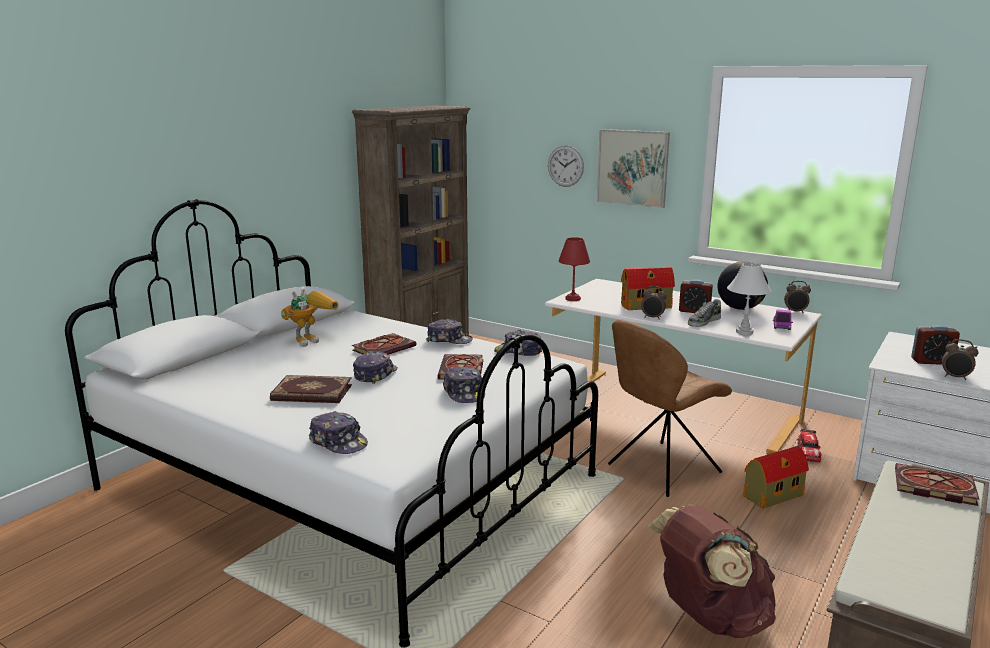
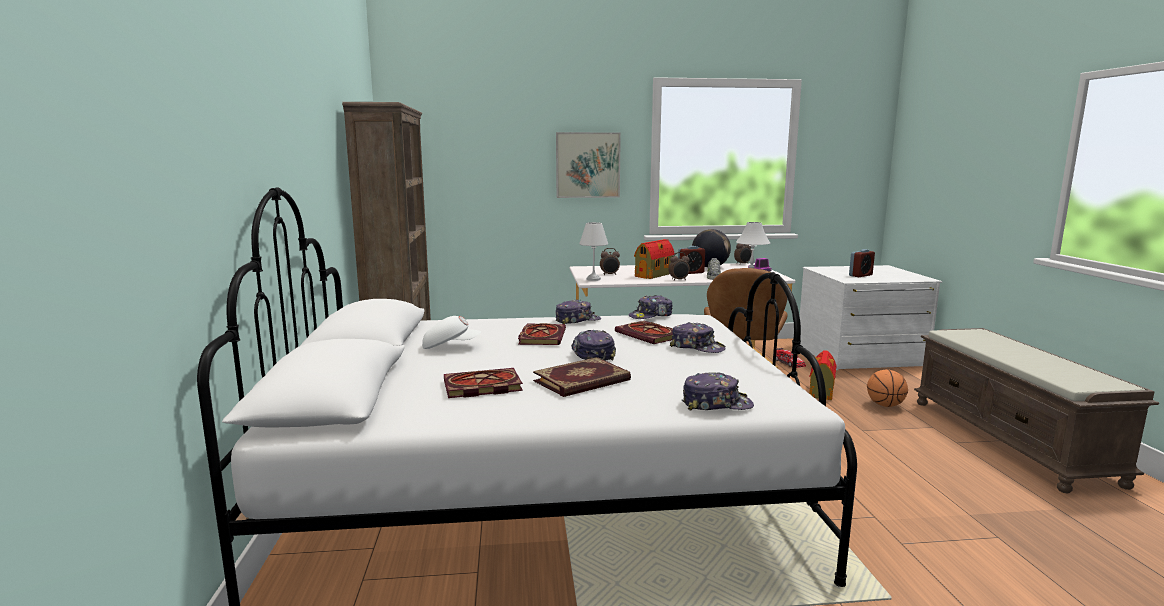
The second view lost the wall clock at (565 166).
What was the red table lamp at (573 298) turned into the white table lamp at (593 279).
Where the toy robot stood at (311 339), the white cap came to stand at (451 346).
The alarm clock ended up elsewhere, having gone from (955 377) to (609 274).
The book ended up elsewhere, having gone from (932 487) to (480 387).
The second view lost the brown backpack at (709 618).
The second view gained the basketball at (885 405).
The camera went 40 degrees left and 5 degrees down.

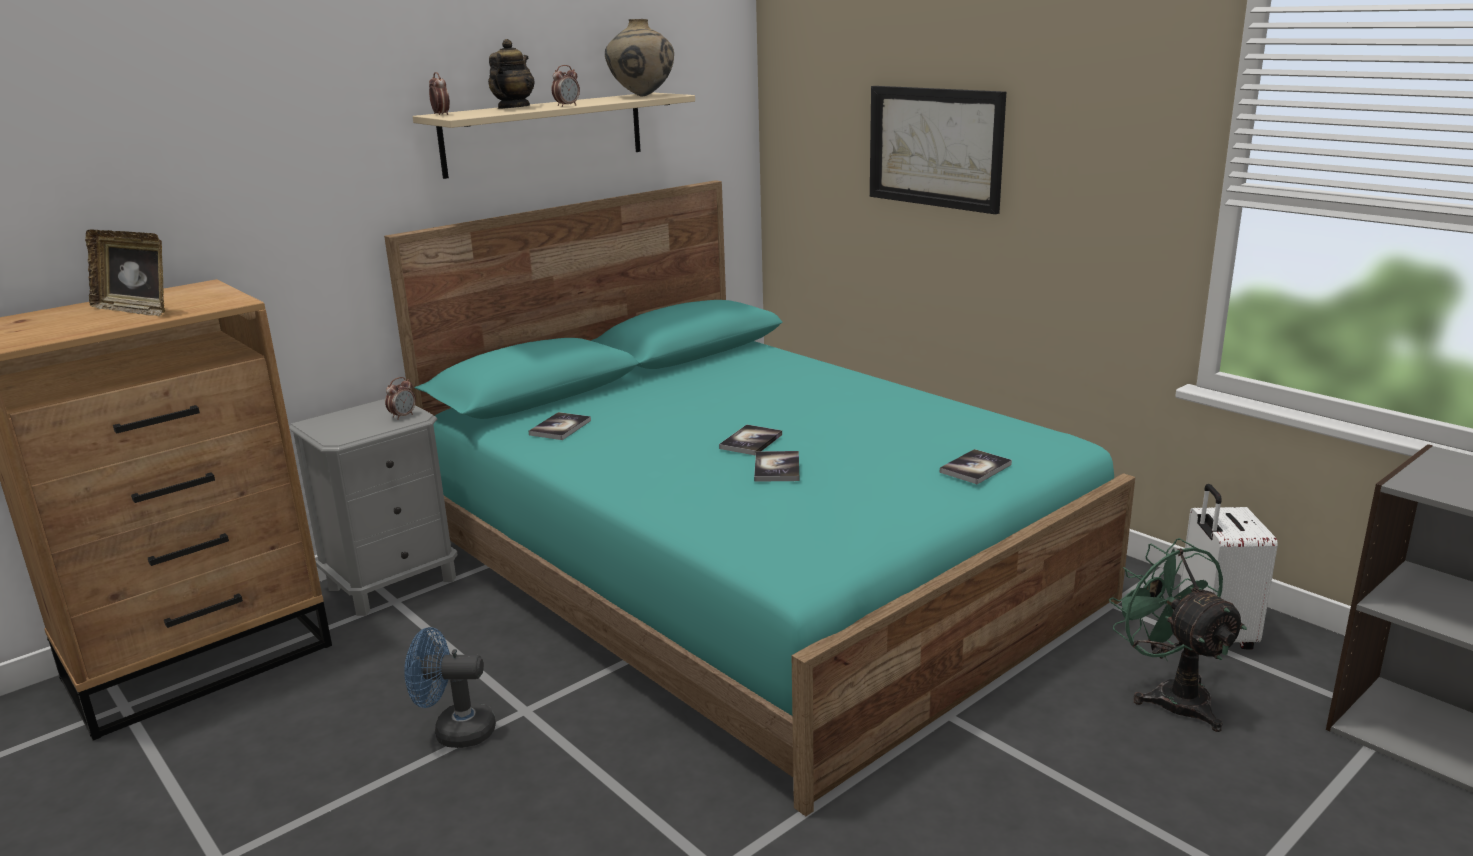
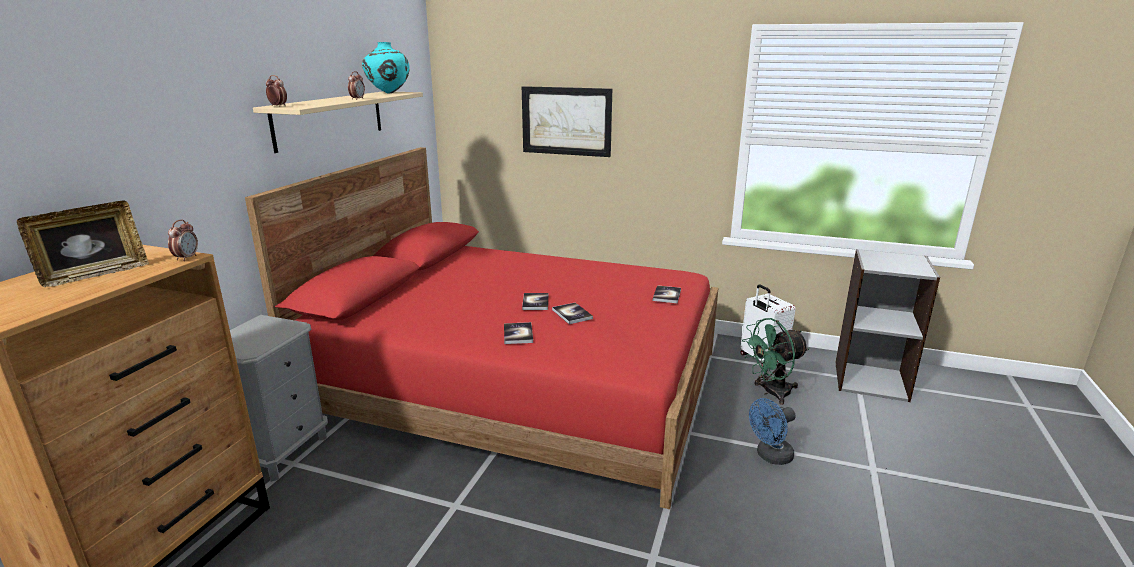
What was the beige vase at (641 96) turned into the turquoise vase at (388 93).
The second view lost the teapot at (513 108).
What was the turquoise bed at (753 571) turned into the red bed at (519 383).
The picture frame at (136 310) ended up facing another way, 45 degrees counterclockwise from before.
The alarm clock ended up elsewhere, having gone from (403 416) to (186 258).
The book ended up elsewhere, having gone from (560 428) to (518 334).
The green fan at (1171 695) ended up facing another way, 60 degrees counterclockwise from before.
The blue fan ended up elsewhere, having gone from (455 731) to (770 456).
The camera went 30 degrees left and 0 degrees up.

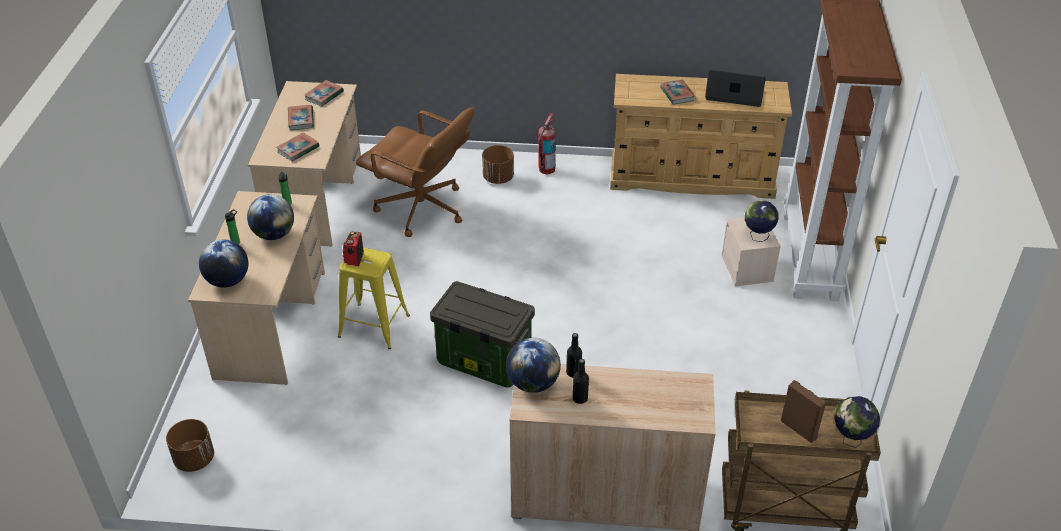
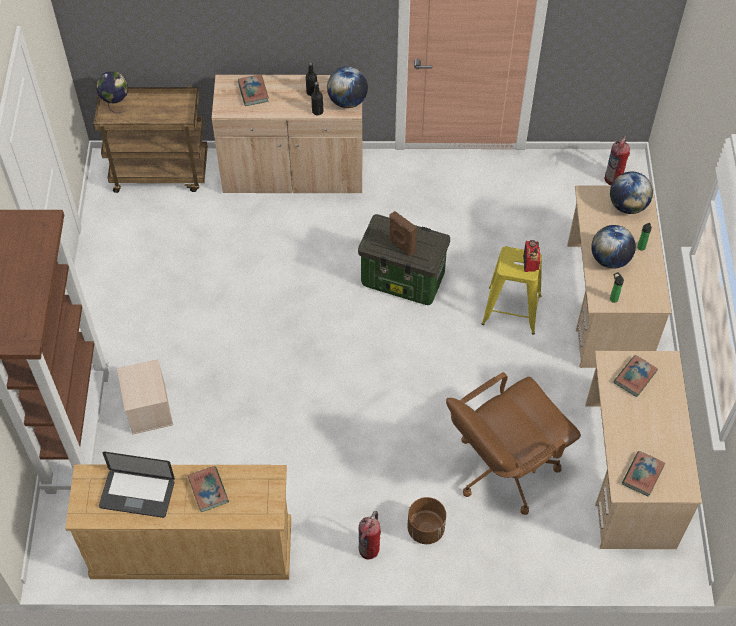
The book ended up elsewhere, having gone from (301 119) to (253 92).
The brown office chair at (422 209) ended up facing another way, 60 degrees counterclockwise from before.
The second view lost the globe at (757 236).
The brown speaker ended up elsewhere, having gone from (799 428) to (401 246).
Where the brown planter stood at (194 459), the fire extinguisher came to stand at (613 179).
The camera went 175 degrees right and 15 degrees up.

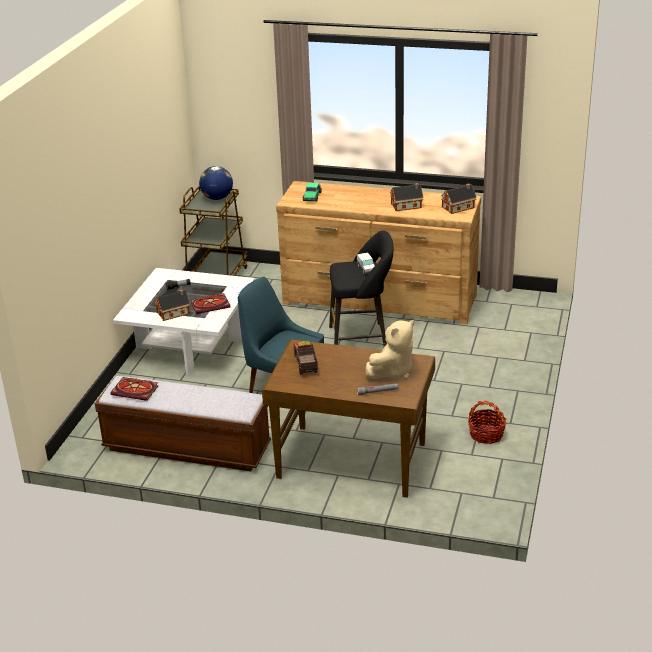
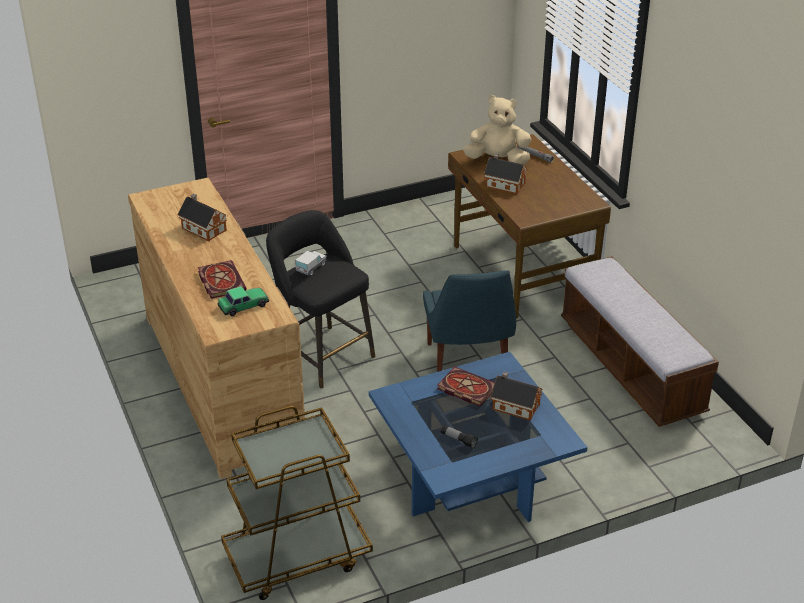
The second view lost the globe at (217 198).
The toy house ended up elsewhere, having gone from (459 207) to (503 184).
What was the white coffee table at (190 344) turned into the blue coffee table at (472 477).
The second view lost the toy truck at (305 364).
The book ended up elsewhere, having gone from (136 390) to (220 281).
The second view lost the basket at (486 434).
The camera went 130 degrees left and 5 degrees up.

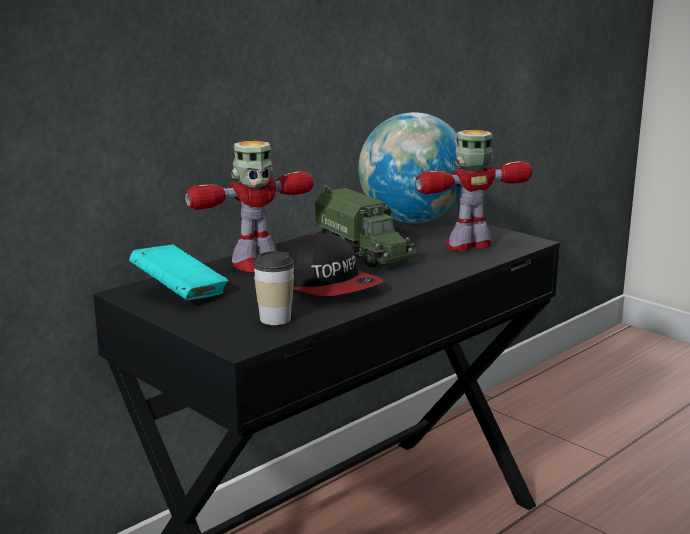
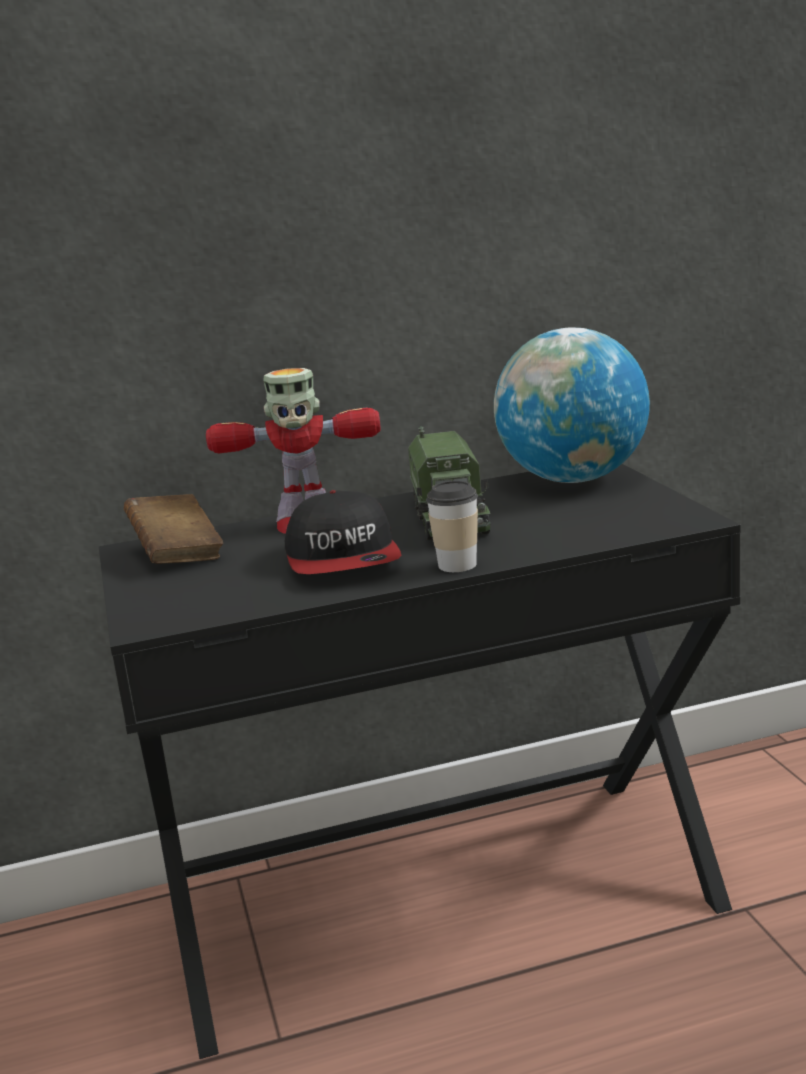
The second view lost the toy robot at (469 245).
What was the turquoise book at (180 293) turned into the brown book at (177 554).
The cup ended up elsewhere, having gone from (275 319) to (457 565).
The camera went 30 degrees right and 0 degrees up.

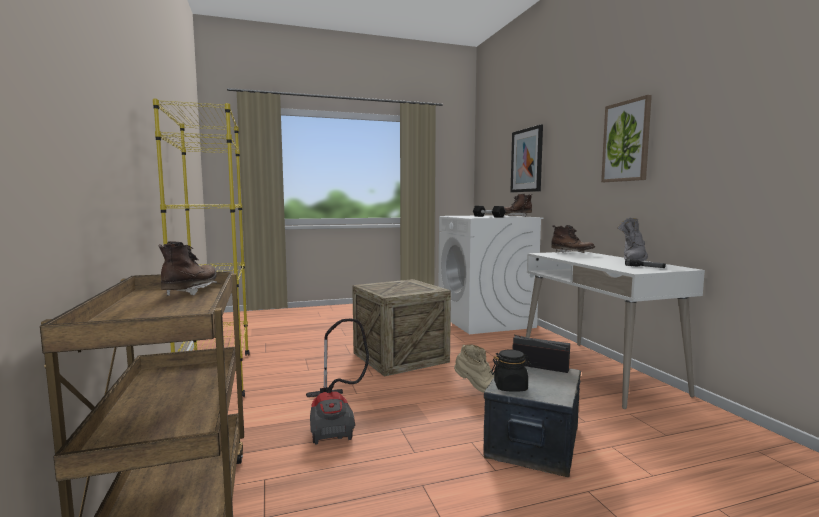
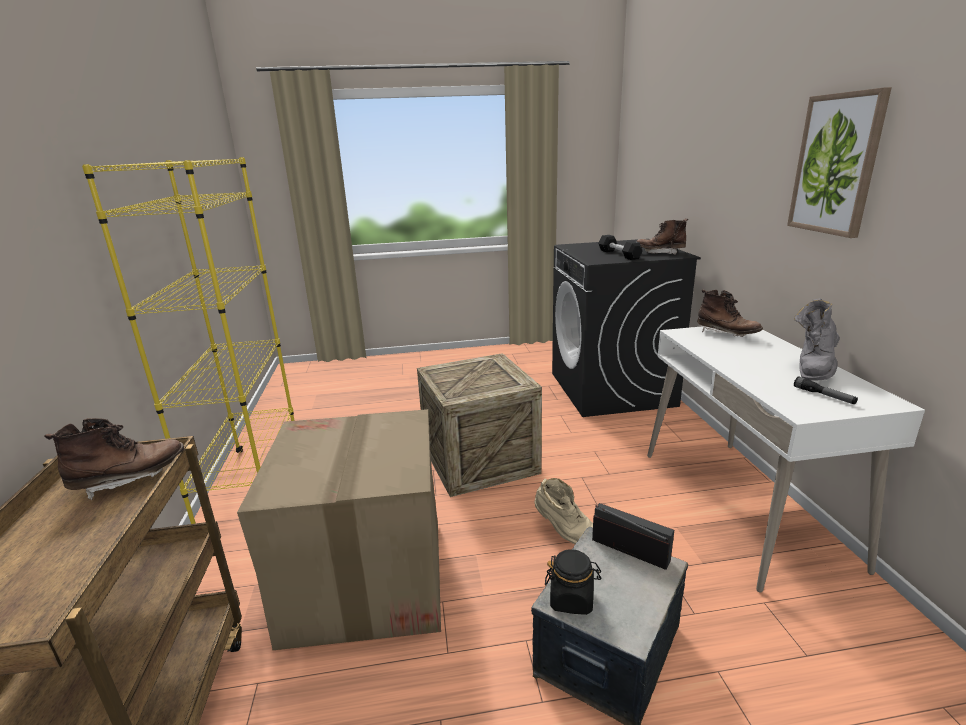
The second view lost the picture at (527 160).
What was the white washing machine at (485 321) turned into the black washing machine at (612 389).
The brown boot at (191 292) ended up facing another way, 45 degrees clockwise from before.
Where the vacuum cleaner stood at (334 420), the cardboard box came to stand at (366 580).
The camera went 10 degrees right and 15 degrees up.

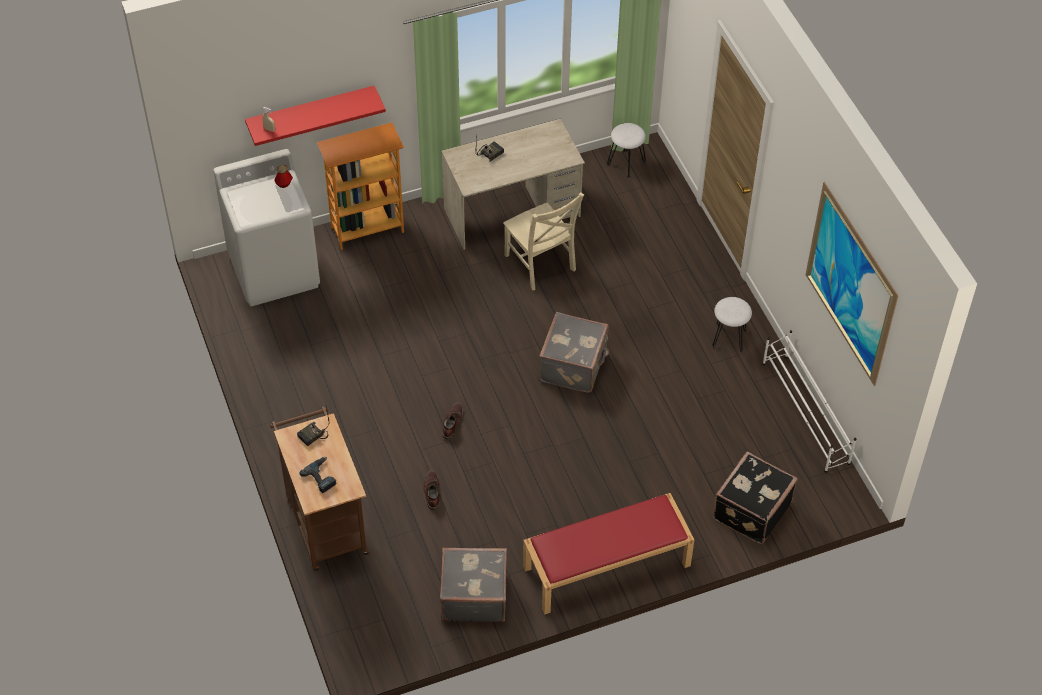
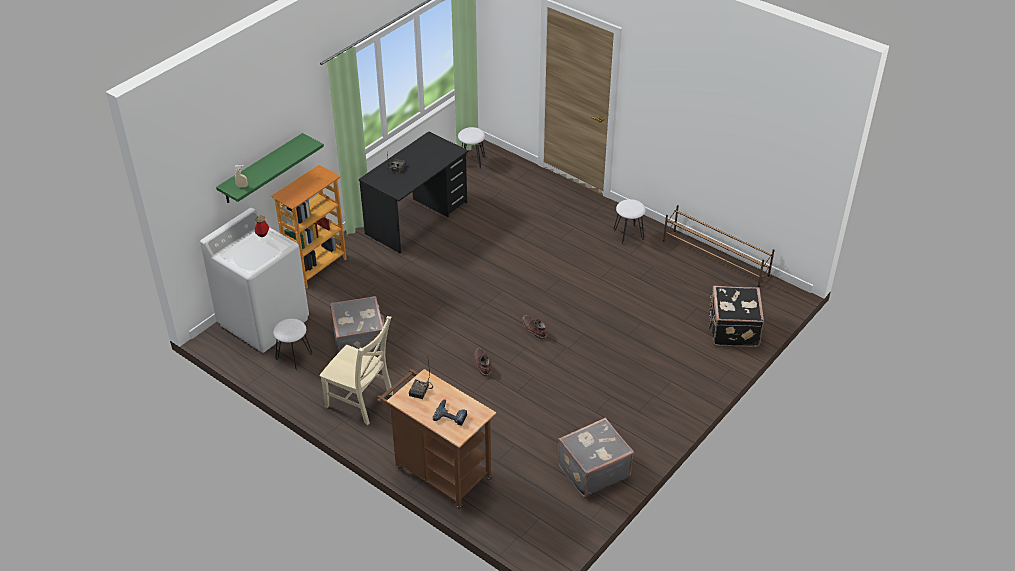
What was the red shelf at (311 112) turned into the green shelf at (261 169).
What was the beige desk at (512 213) turned into the black desk at (417 218).
The second view lost the picture at (850 284).
The beige chair ended up elsewhere, having gone from (541 265) to (361 401).
The grey suitcase ended up elsewhere, having gone from (574 365) to (360 341).
What was the white shoe rack at (805 413) turned into the brown shoe rack at (715 258).
The brown boot ended up elsewhere, having gone from (432 492) to (534 329).
The second view lost the red bench at (606 567).
The second view gained the white stool at (293 356).
The camera went 30 degrees left and 10 degrees down.

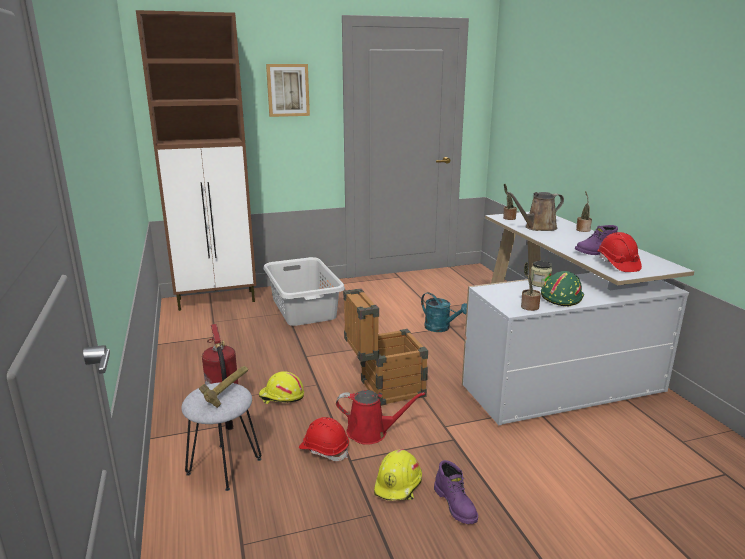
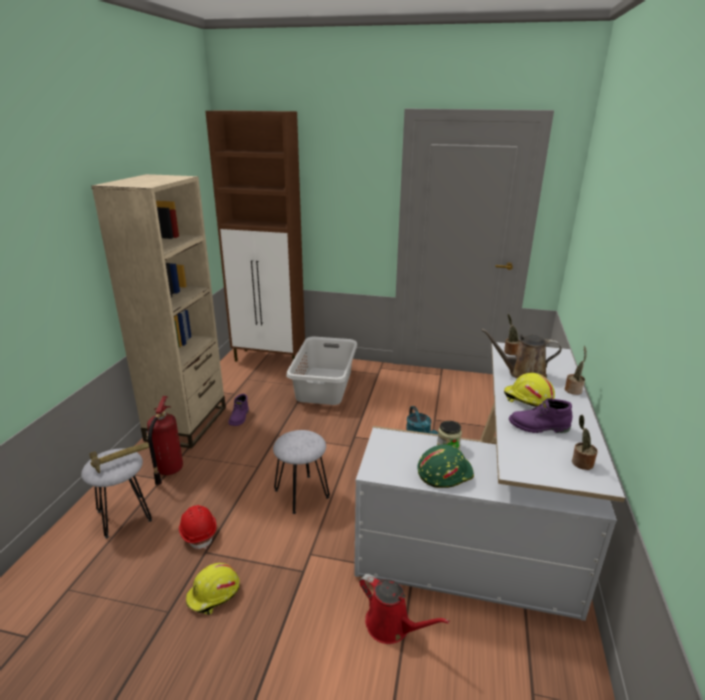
The second view lost the picture at (288 90).
The second view lost the red hard hat at (617 264).
The potted plant ended up elsewhere, having gone from (528 307) to (580 463).
Where the crate stood at (384 389), the grey stool came to stand at (301 493).
The yellow hard hat ended up elsewhere, having gone from (281 396) to (527 399).
The red watering can ended up elsewhere, having gone from (371 432) to (392 626).
The purple boot ended up elsewhere, having gone from (456 504) to (239 418).
The second view gained the beige bookcase at (187 423).
The camera went 30 degrees right and 5 degrees up.

